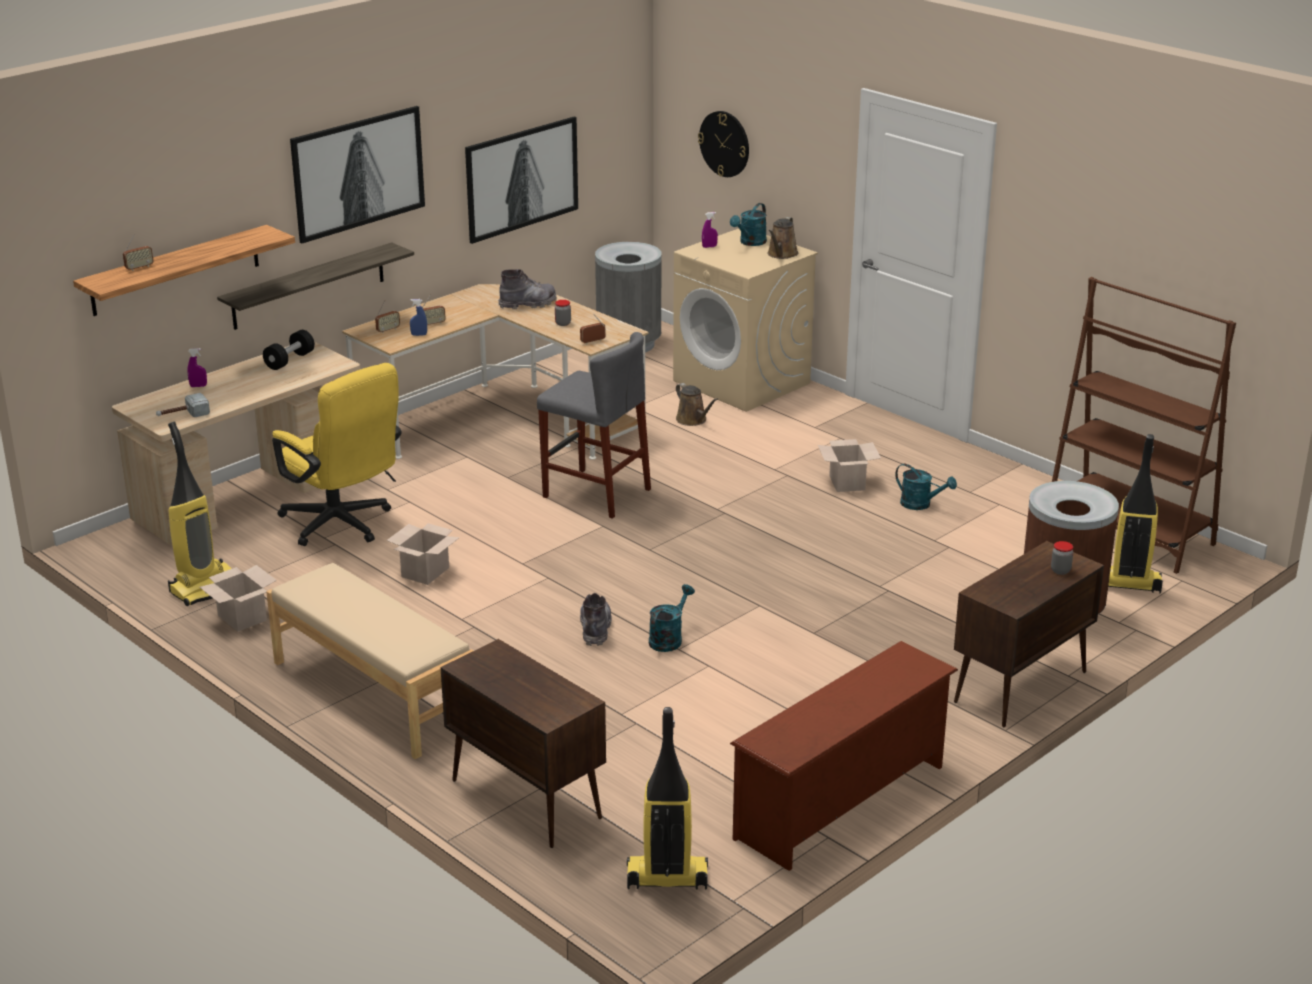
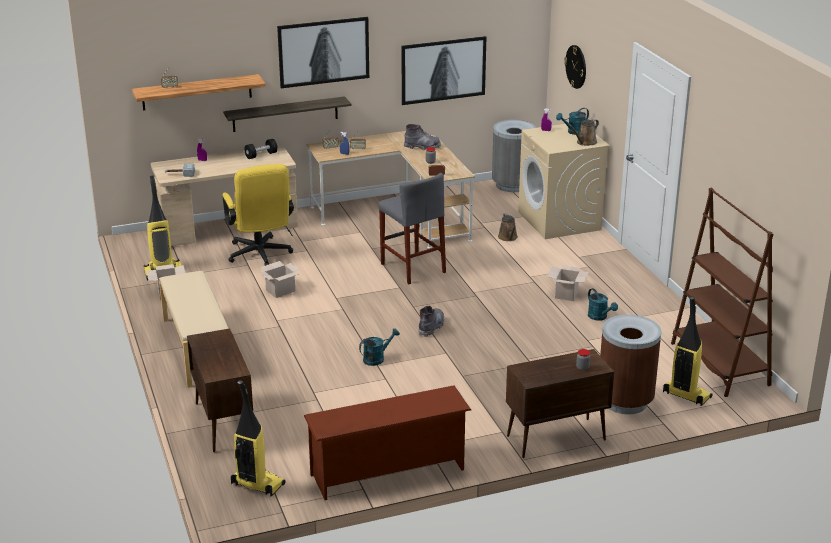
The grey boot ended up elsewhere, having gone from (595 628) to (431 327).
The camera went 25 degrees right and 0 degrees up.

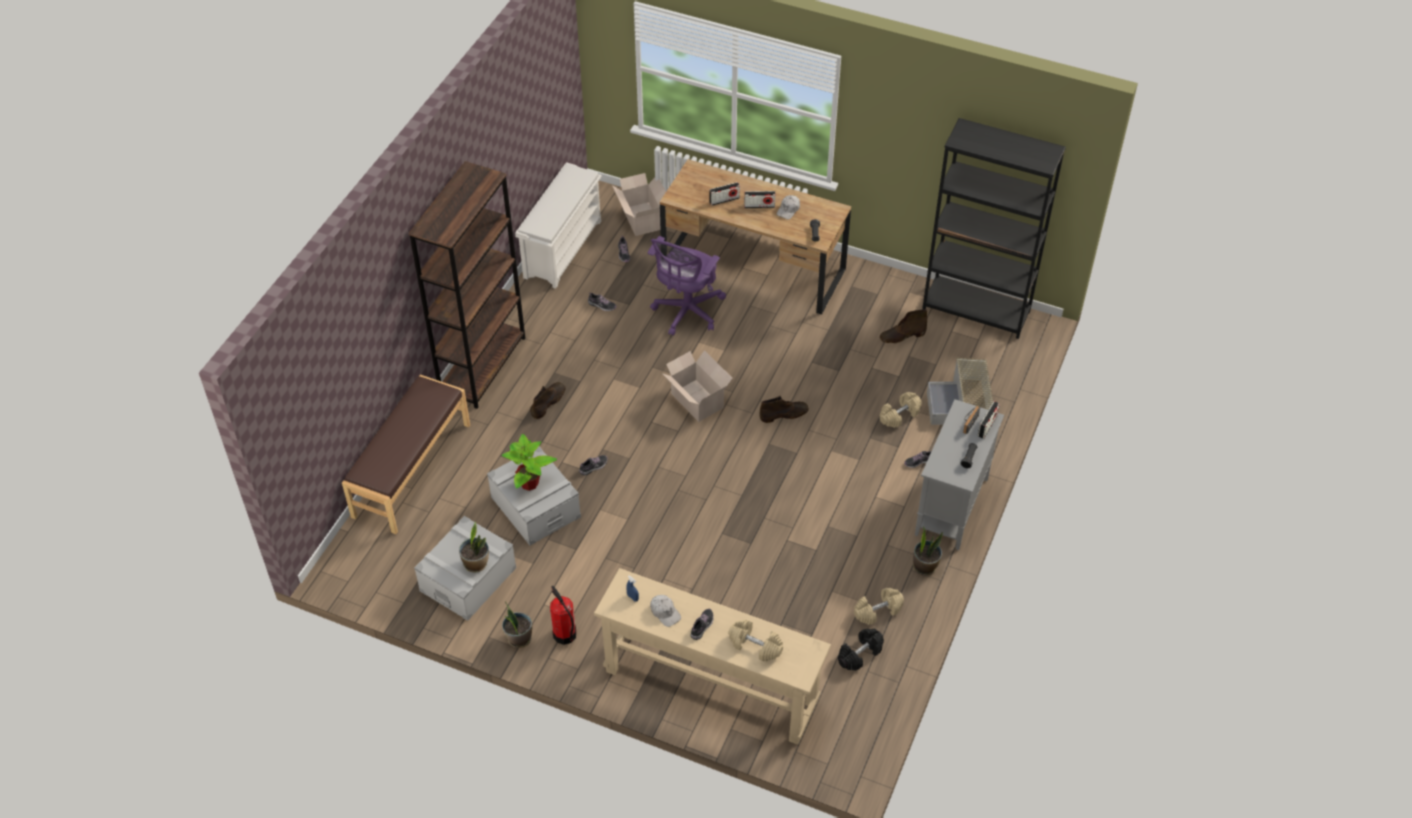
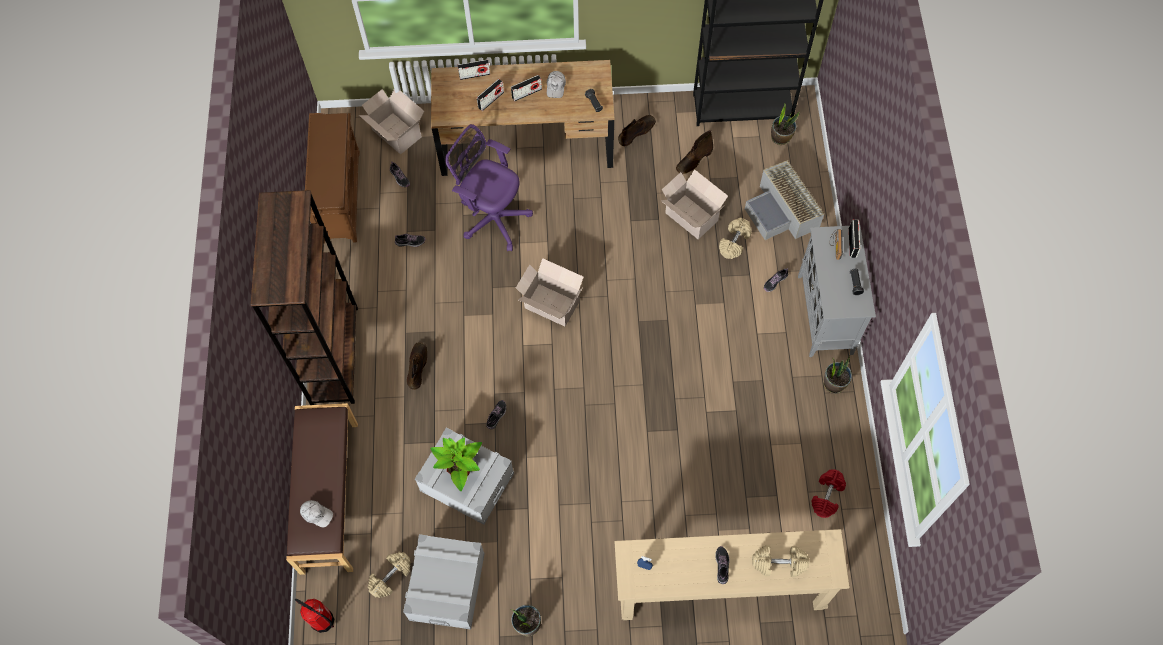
What was the white shoe rack at (562 248) turned into the brown shoe rack at (339 196).
The purple office chair at (686 313) ended up facing another way, 120 degrees clockwise from before.
The brown boot ended up elsewhere, having gone from (784 414) to (637 132).
The potted plant ended up elsewhere, having gone from (476 563) to (781 137).
The fire extinguisher ended up elsewhere, having gone from (564 635) to (323 621).
The beige dumbbell ended up elsewhere, having gone from (878 611) to (390 576).
The white cap ended up elsewhere, having gone from (665 612) to (316 514).
What was the black dumbbell at (860 654) turned into the red dumbbell at (826 496).
The second view gained the radio at (474 75).
The second view gained the cardboard box at (690 215).
The camera went 25 degrees left and 15 degrees up.

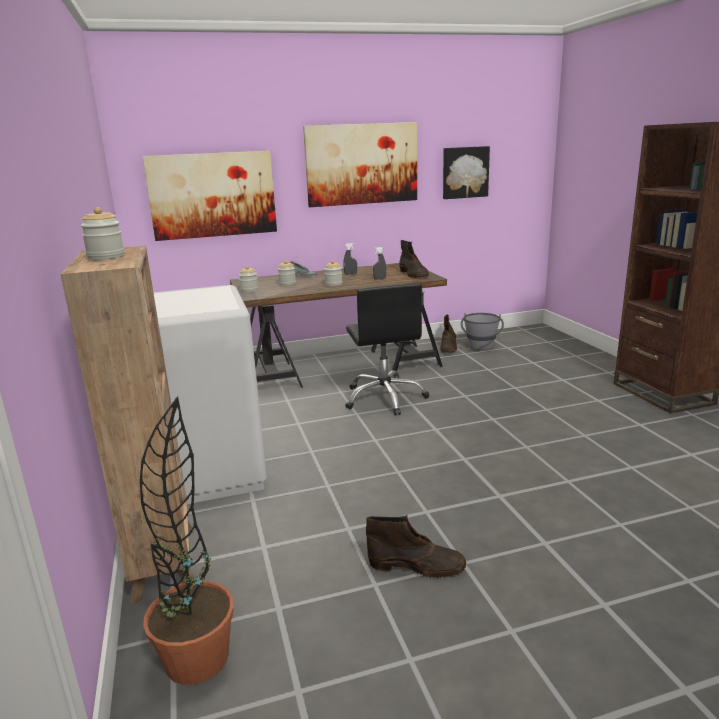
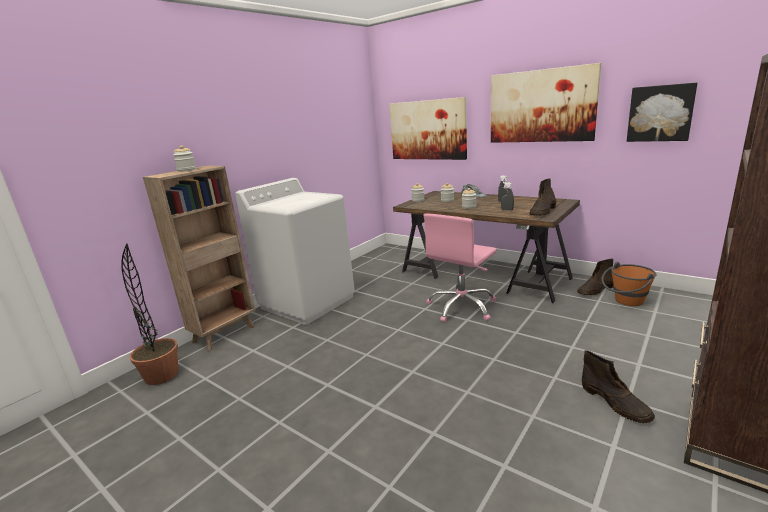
What was the black office chair at (385 398) turned into the pink office chair at (462 307).
What was the grey bucket at (481 348) turned into the orange bucket at (625 302).
The brown boot ended up elsewhere, having gone from (417 566) to (615 403).
The camera went 55 degrees right and 0 degrees up.

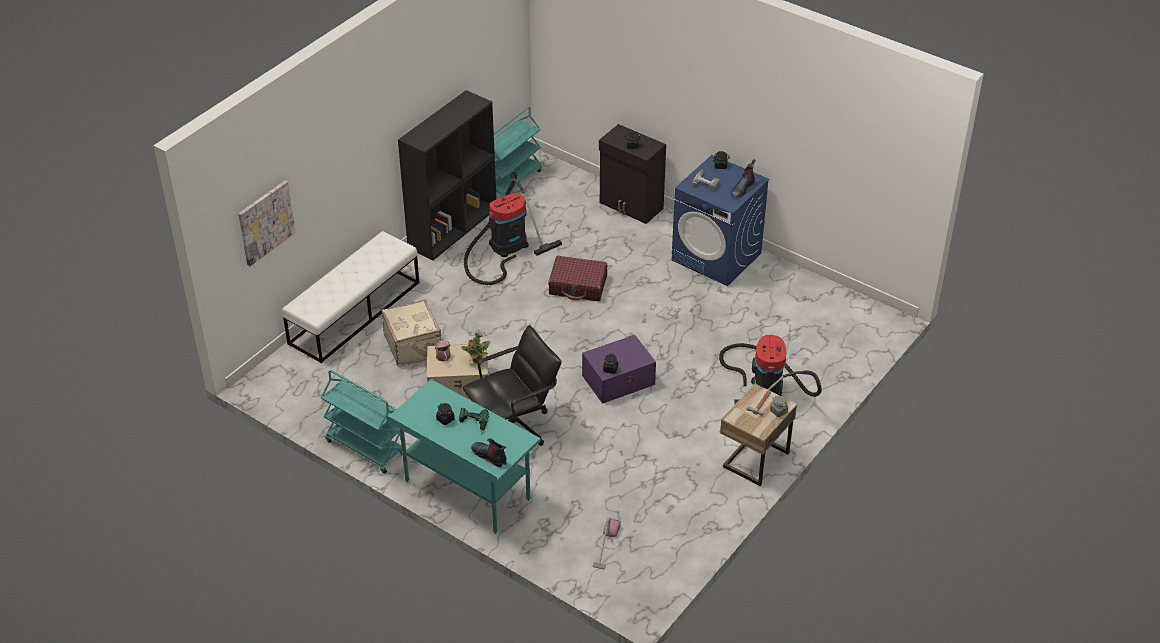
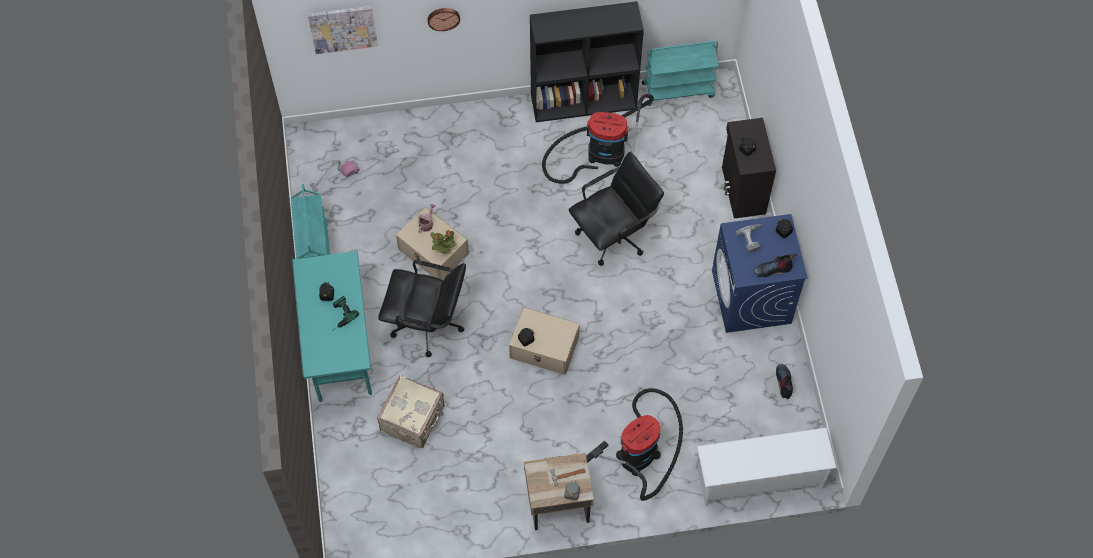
The second view lost the white bench at (355 312).
Where the red suitcase stood at (578 285), the black office chair came to stand at (613 235).
The beige suitcase ended up elsewhere, having gone from (414 345) to (414 419).
What was the purple storage box at (619 380) turned into the beige storage box at (545 348).
The boot ended up elsewhere, having gone from (490 456) to (784 383).
The vacuum cleaner ended up elsewhere, having gone from (606 545) to (334 178).
The second view gained the wall clock at (443 18).
The second view gained the white shoe rack at (759 478).
The camera went 45 degrees right and 20 degrees up.

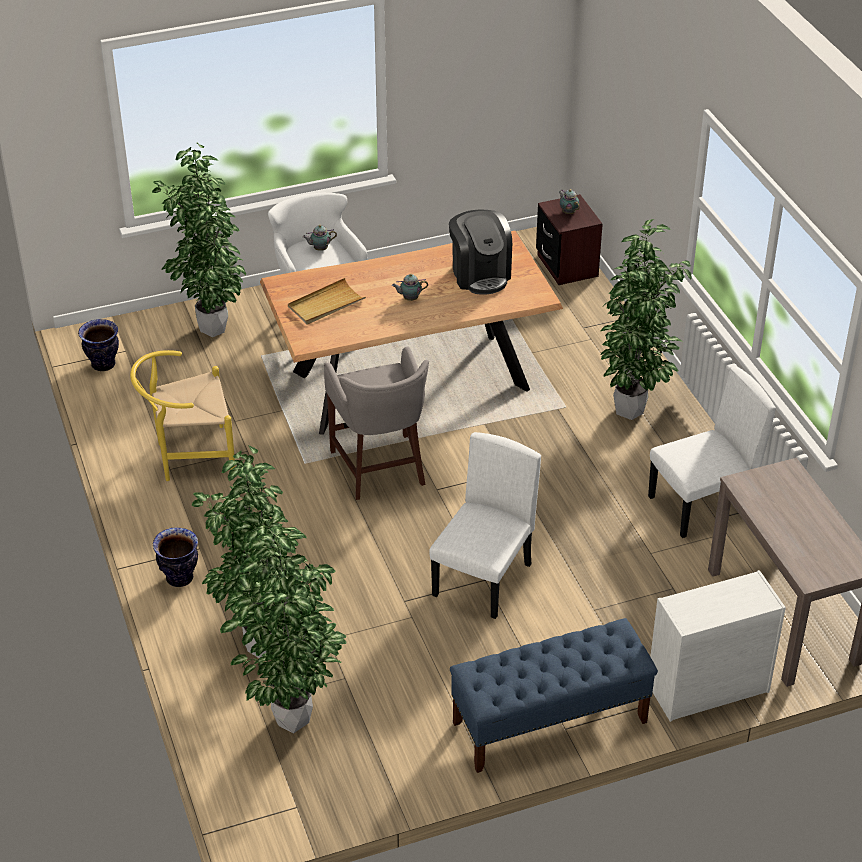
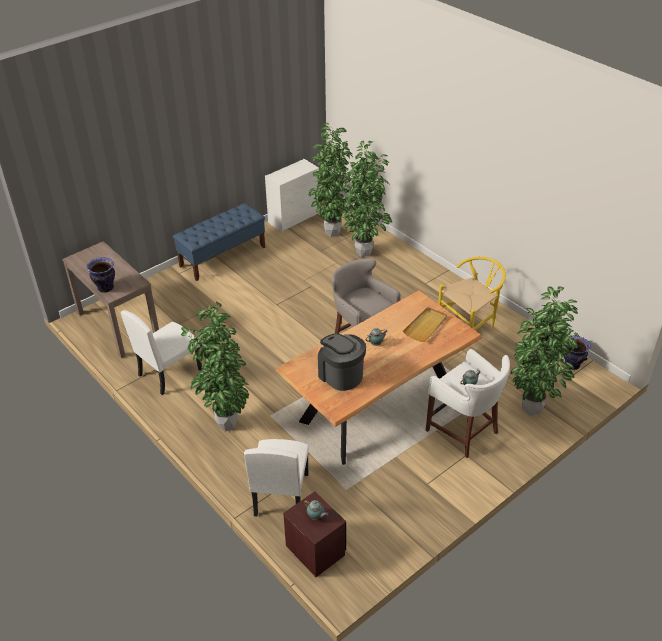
The white chair ended up elsewhere, having gone from (483 580) to (280 494).
The vase ended up elsewhere, having gone from (180 578) to (105 288).
The white dresser ended up elsewhere, having gone from (706 688) to (294 218).
The camera went 160 degrees right and 0 degrees up.

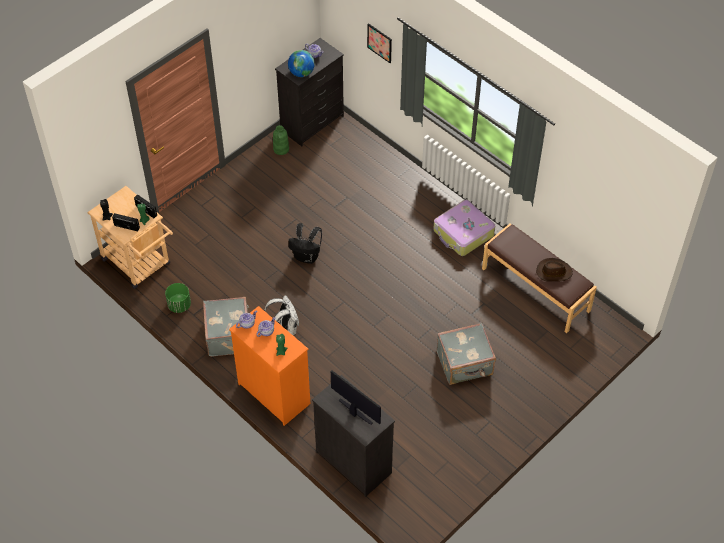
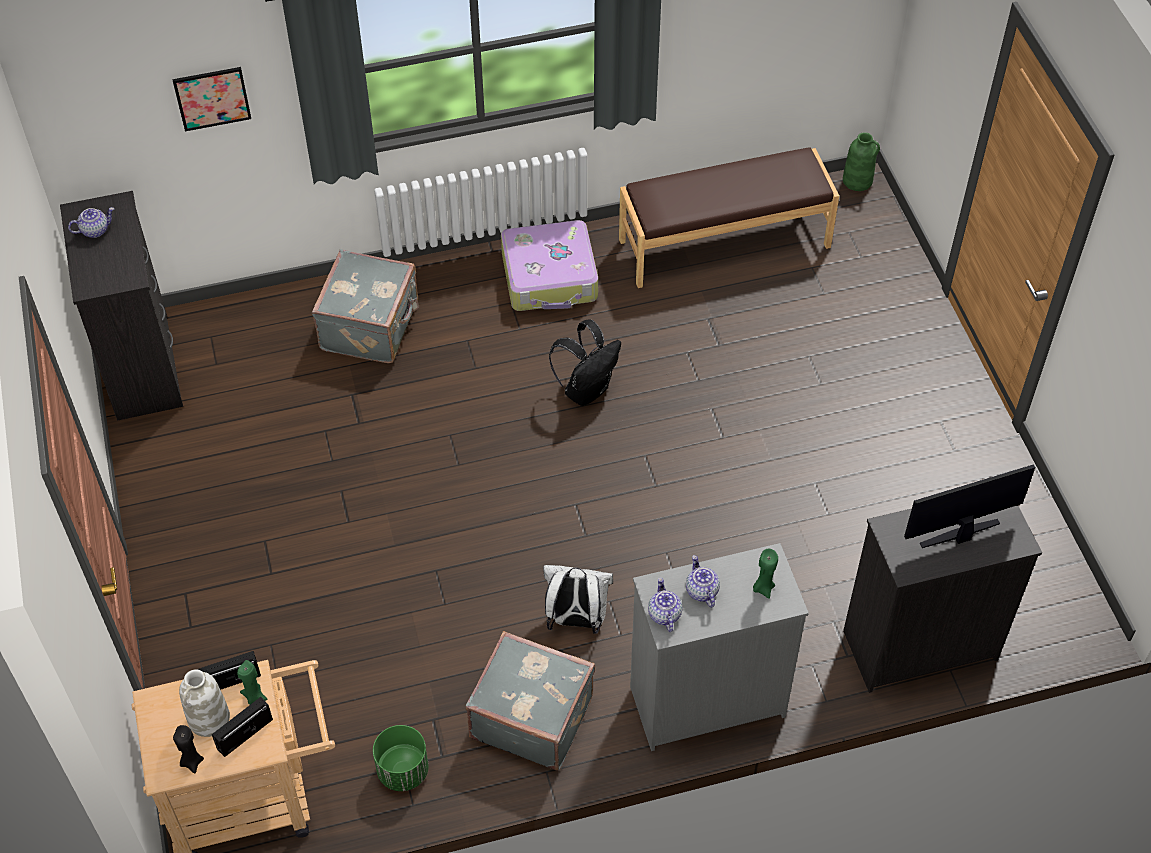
The second view lost the globe at (301 73).
The green vase ended up elsewhere, having gone from (281 149) to (858 180).
The black backpack ended up elsewhere, having gone from (307 257) to (586 389).
The second view lost the brown hat at (553 272).
What was the orange dresser at (274 393) turned into the grey dresser at (705 701).
The grey suitcase ended up elsewhere, having gone from (465 364) to (371 326).
The second view gained the white vase at (209 719).
The camera went 60 degrees left and 0 degrees up.

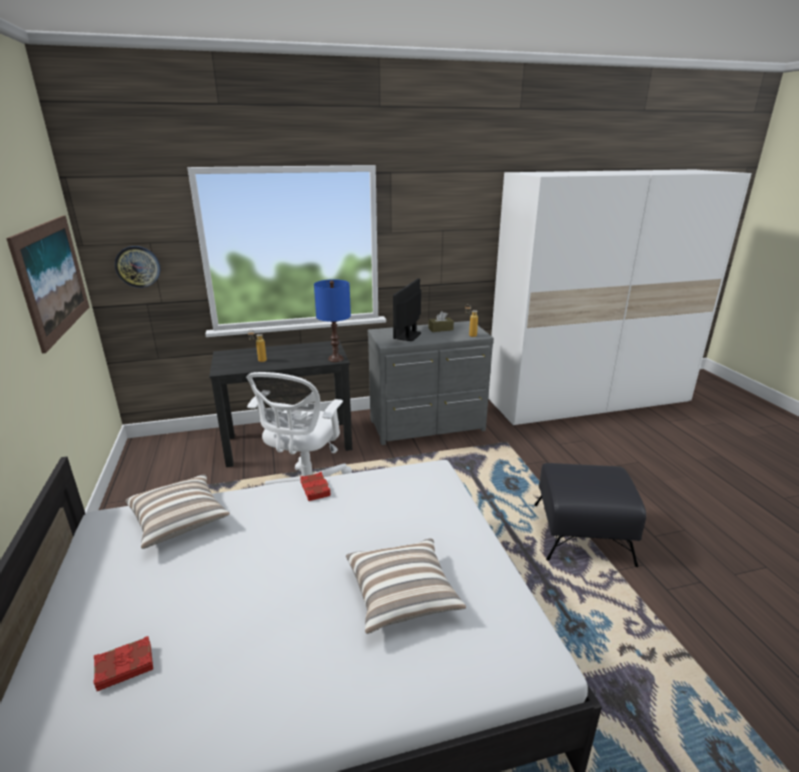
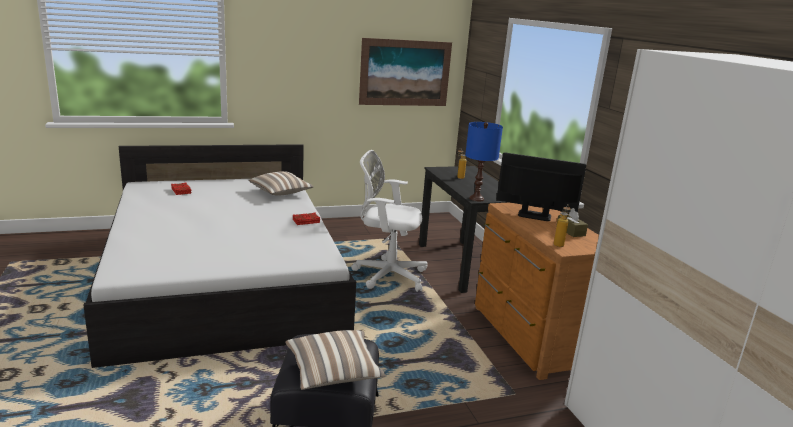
The second view lost the wall clock at (138 266).
What was the grey dresser at (428 426) turned into the brown dresser at (529 337).
The pillow ended up elsewhere, having gone from (402 596) to (333 373).
The camera went 85 degrees right and 5 degrees down.

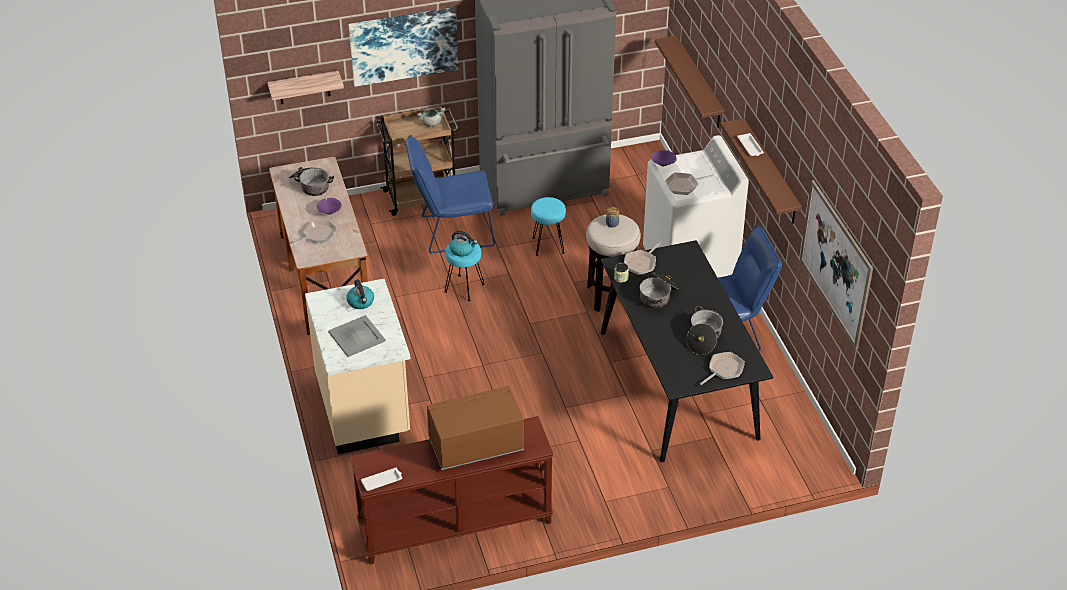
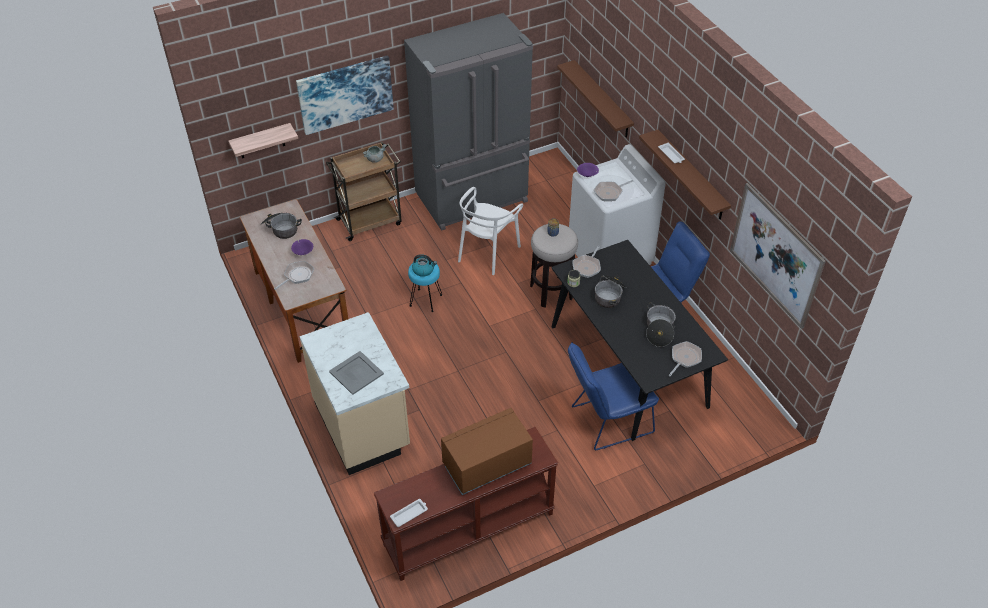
The blue chair ended up elsewhere, having gone from (451 232) to (606 421).
Where the turquoise stool stood at (547 245), the white chair came to stand at (487 252).
The second view lost the kettle at (361 302).
The camera went 10 degrees left and 5 degrees up.

